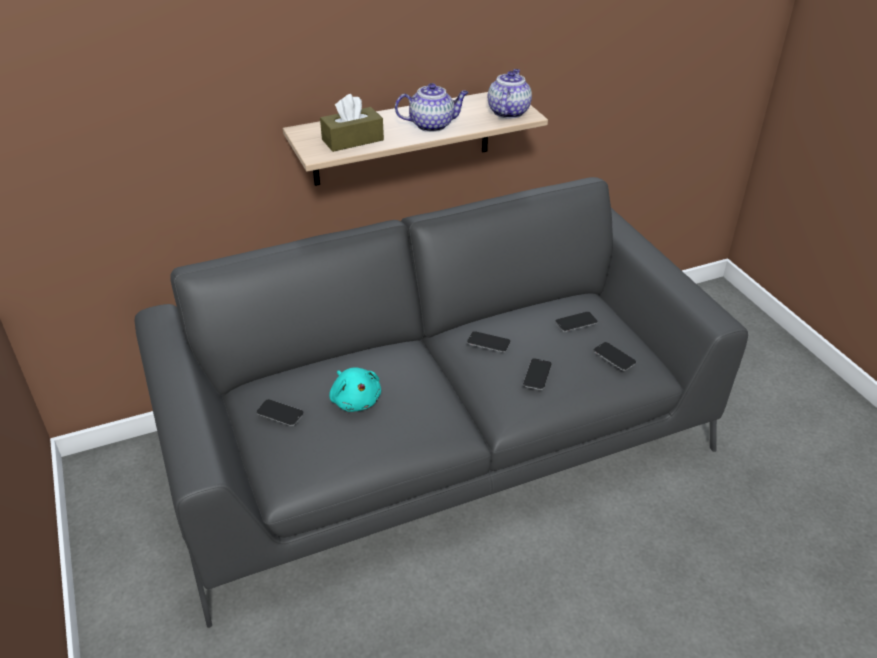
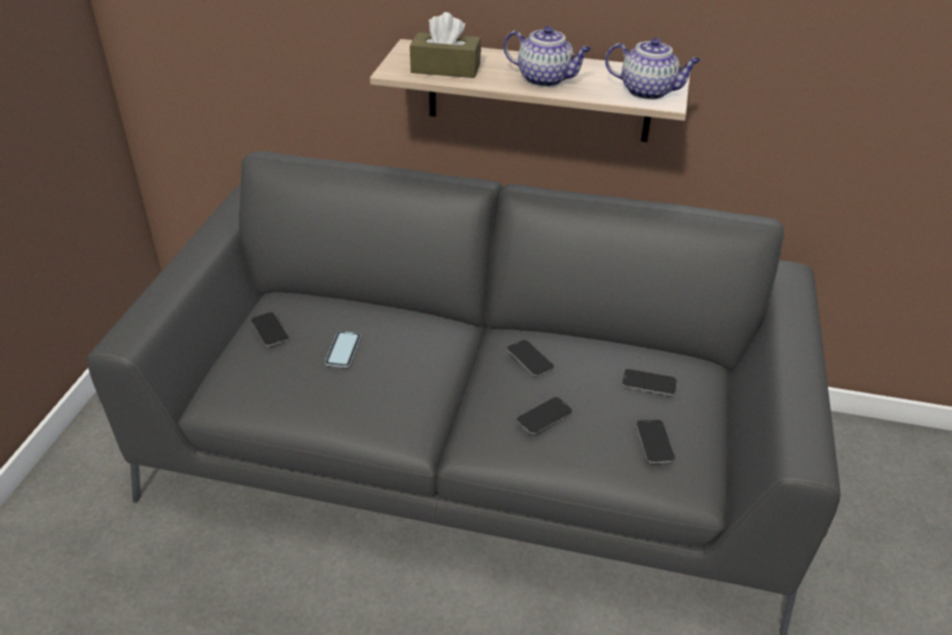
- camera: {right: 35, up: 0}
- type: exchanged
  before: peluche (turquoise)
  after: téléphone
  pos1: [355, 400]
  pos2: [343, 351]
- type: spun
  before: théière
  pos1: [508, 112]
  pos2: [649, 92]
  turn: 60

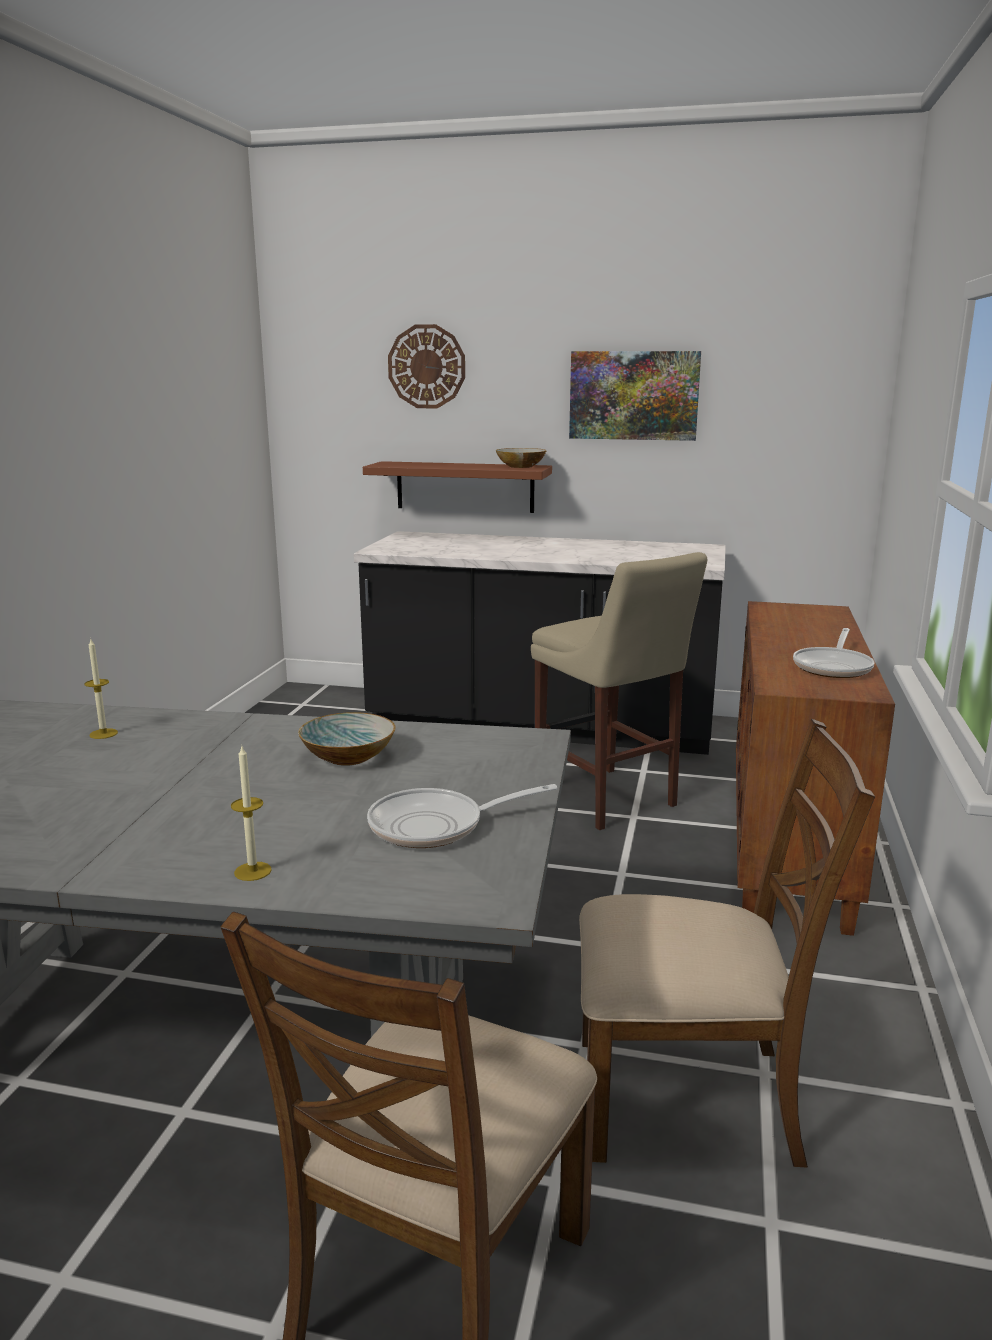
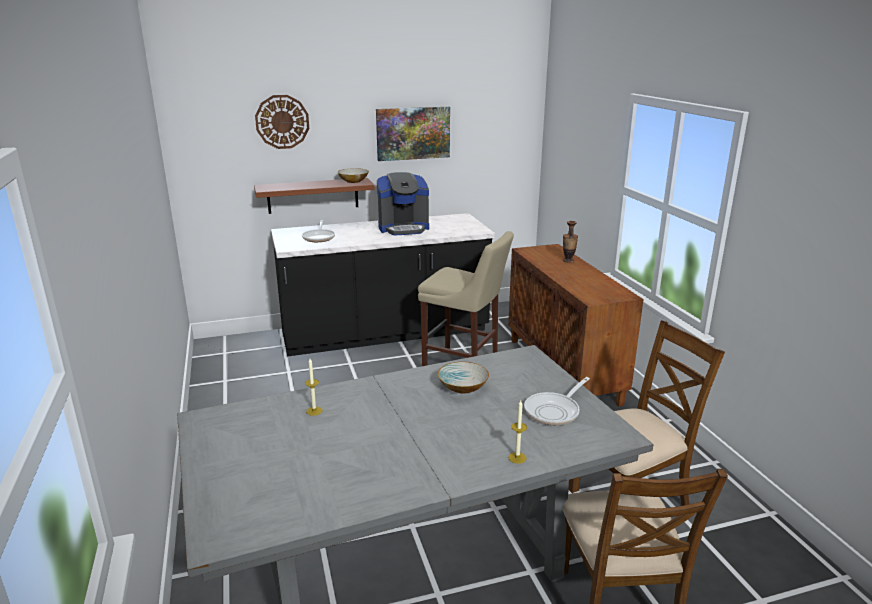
- camera: {right: -30, up: 5}
- type: relocated
  before: poêle
  pos1: [833, 667]
  pos2: [319, 237]
- type: appeared
  after: machine à café
  pos2: [403, 228]
- type: appeared
  after: vase
  pos2: [568, 261]

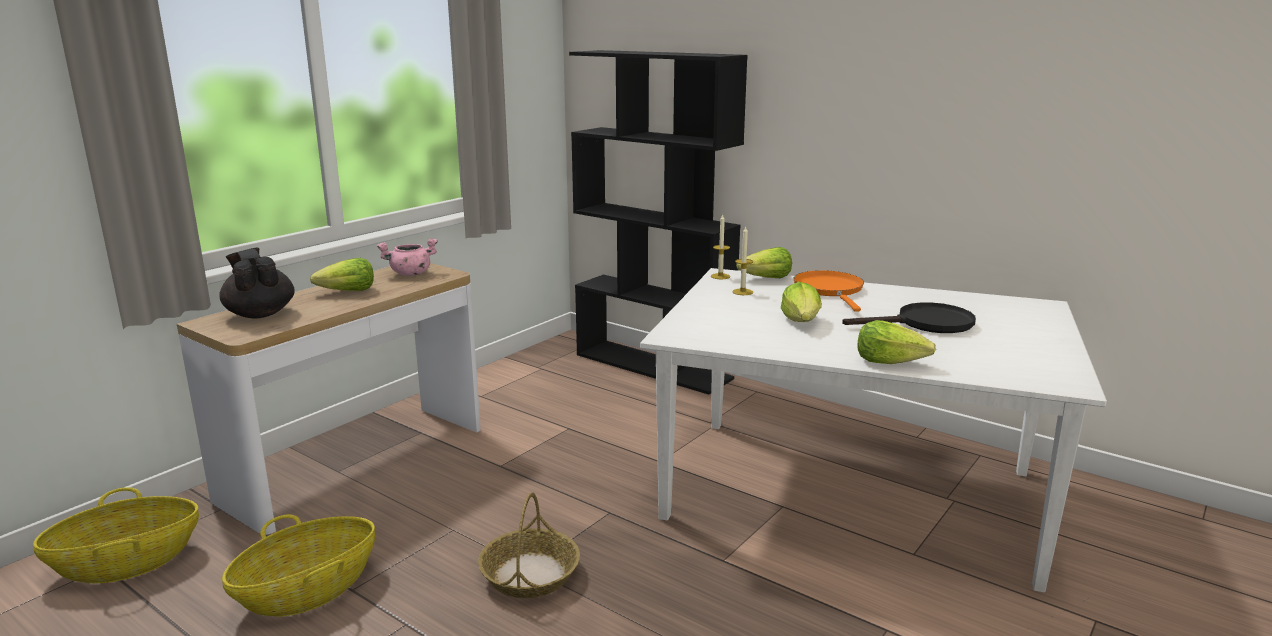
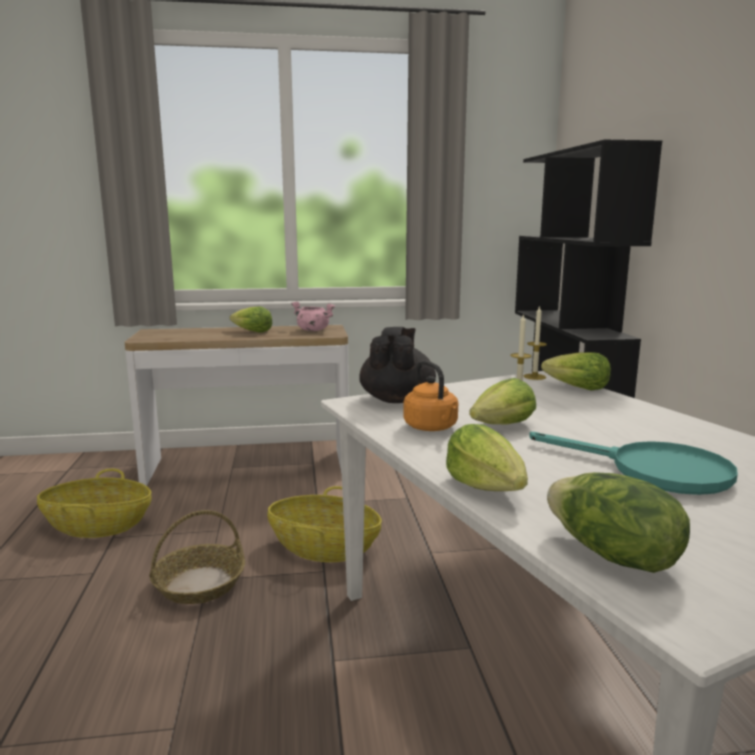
- camera: {right: 45, up: -5}
- type: relocated
  before: panier
  pos1: [127, 563]
  pos2: [324, 548]
- type: relocated
  before: théière (noir)
  pos1: [260, 314]
  pos2: [397, 399]
- type: missing
  before: poêle (orange)
  pos1: [830, 290]
- type: colour
  before: poêle (noir)
  after: poêle (turquoise)
  pos1: [925, 324]
  pos2: [653, 471]
- type: appeared
  after: bouilloire (orange)
  pos2: [432, 428]
- type: appeared
  after: laitue
  pos2: [612, 555]

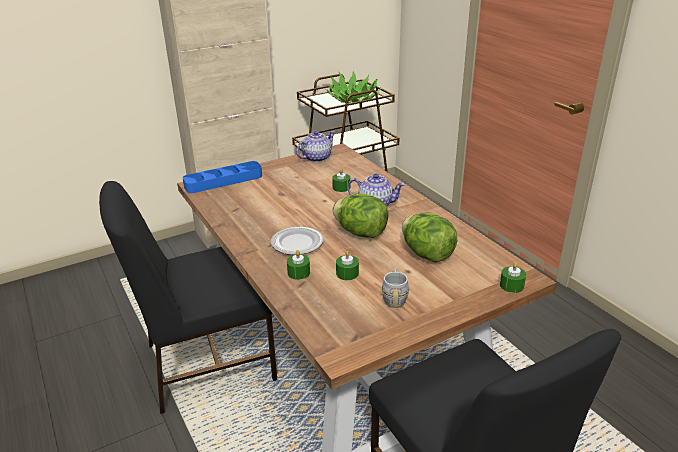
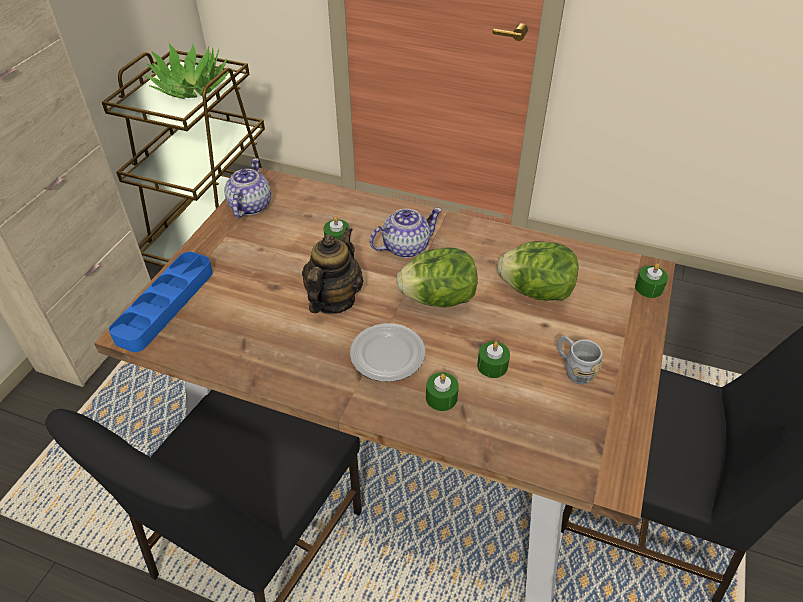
- camera: {right: -40, up: 15}
- type: appeared
  after: théière
  pos2: [333, 300]

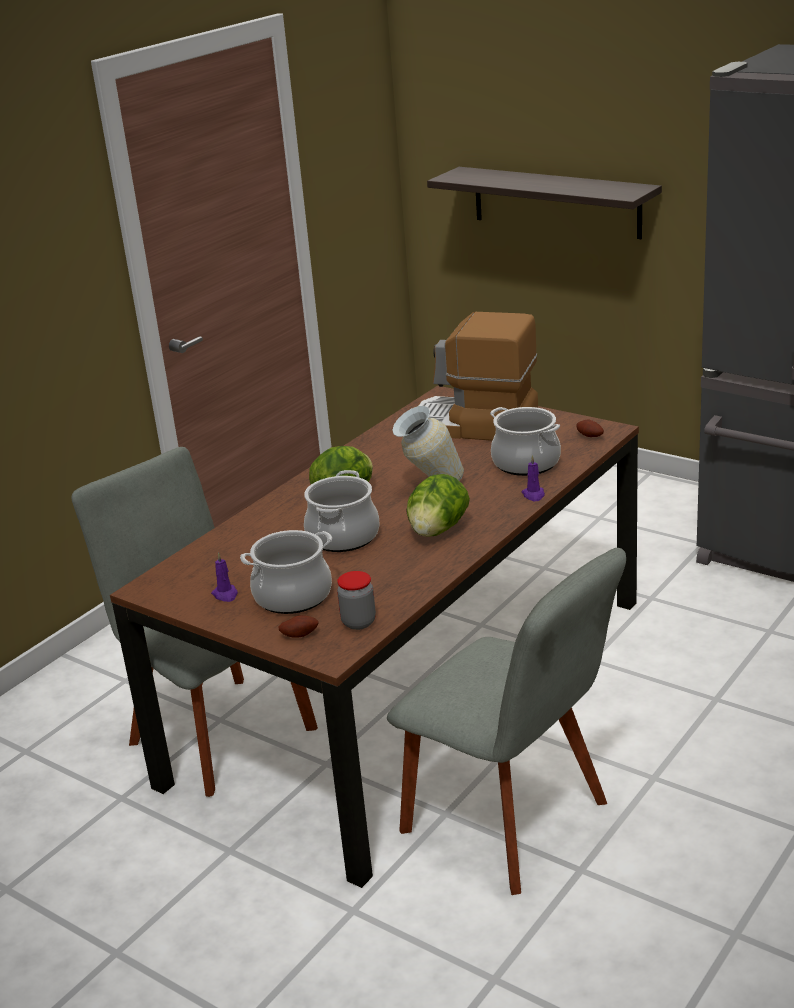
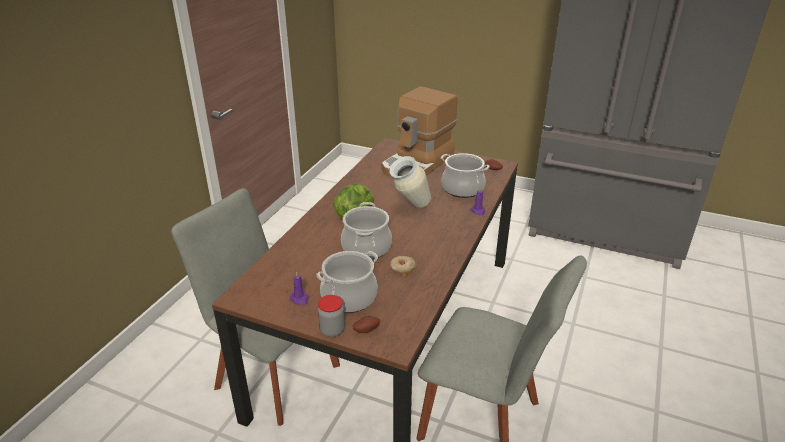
- camera: {right: -15, up: 5}
- type: relocated
  before: bocal
  pos1: [358, 622]
  pos2: [332, 330]
- type: missing
  before: laitue
  pos1: [437, 531]
- type: spun
  before: machine à café
  pos1: [474, 425]
  pos2: [418, 164]
  turn: -60
- type: missing
  before: étagère
  pos1: [556, 202]
- type: appeared
  after: beignet
  pos2: [402, 269]

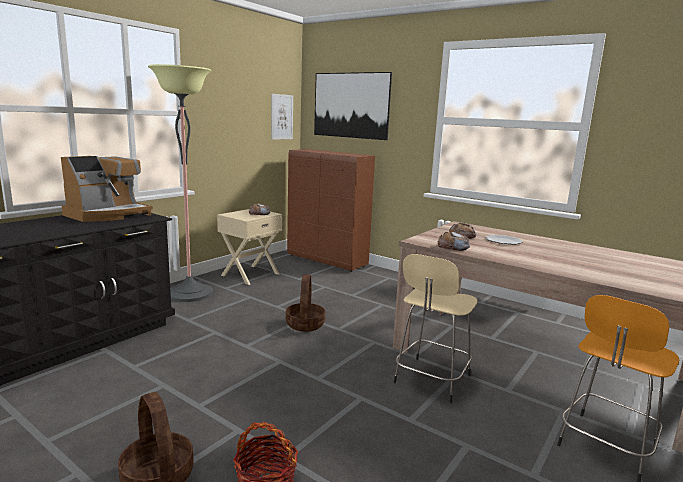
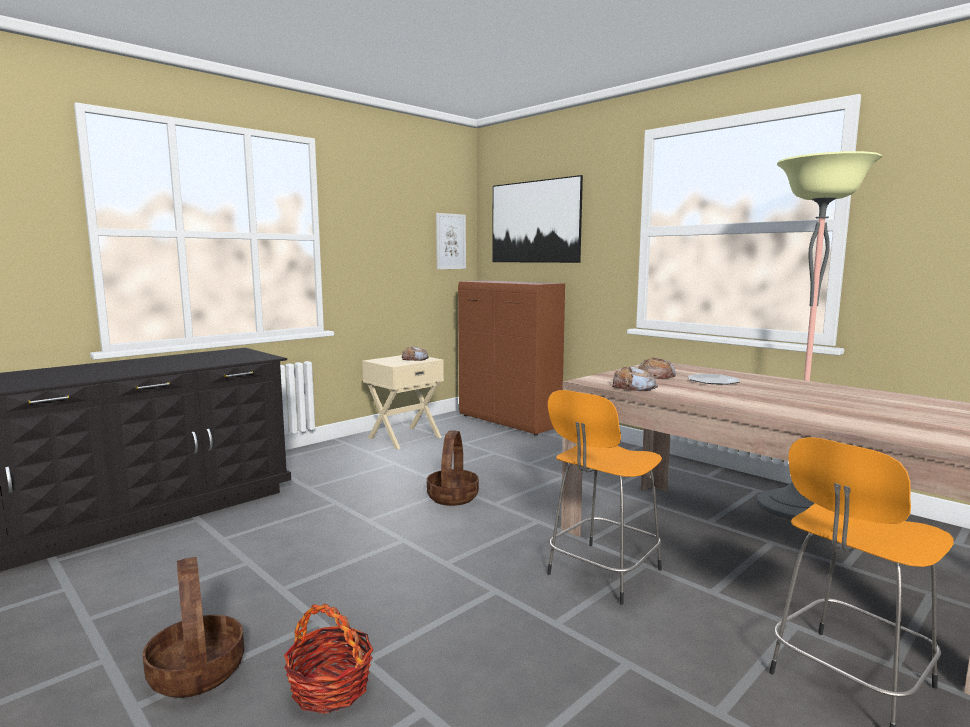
- camera: {right: 10, up: -5}
- type: missing
  before: machine à café
  pos1: [108, 215]
- type: relocated
  before: lampadaire
  pos1: [189, 293]
  pos2: [794, 507]
- type: colour
  before: tabouret (beige)
  after: tabouret (orange)
  pos1: [431, 380]
  pos2: [602, 573]

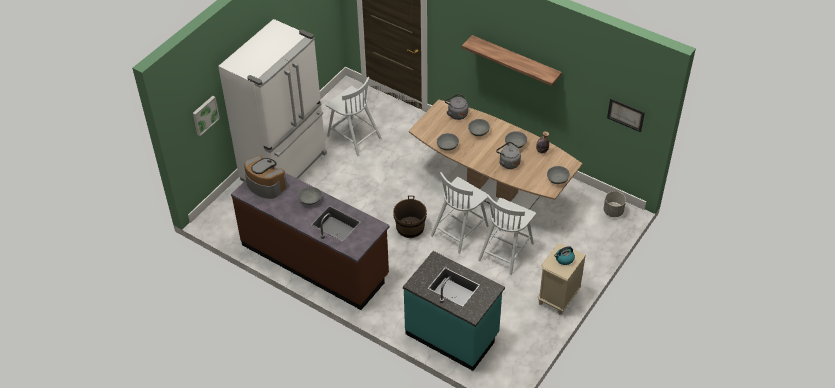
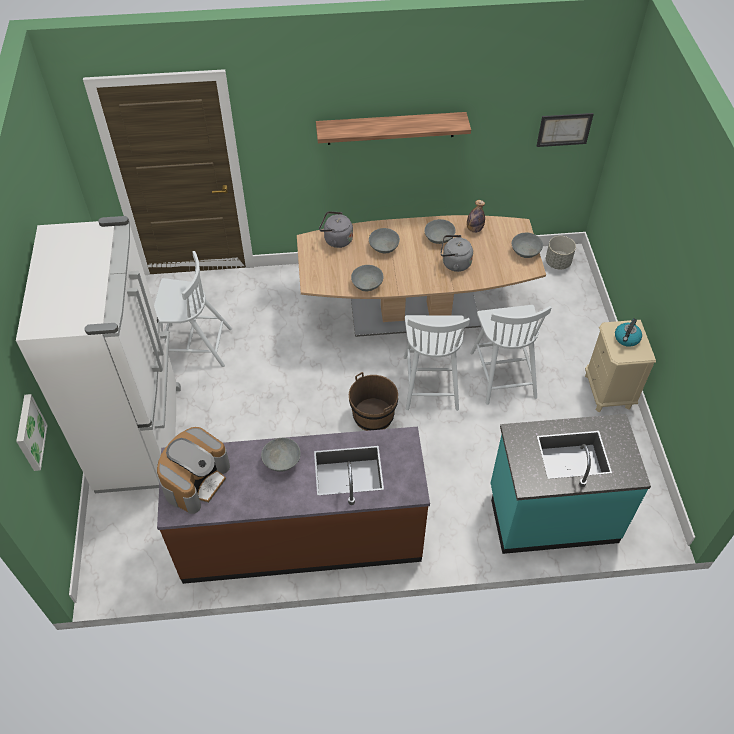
- camera: {right: -40, up: 5}
- type: spun
  before: machine à café
  pos1: [265, 185]
  pos2: [196, 480]
  turn: 120

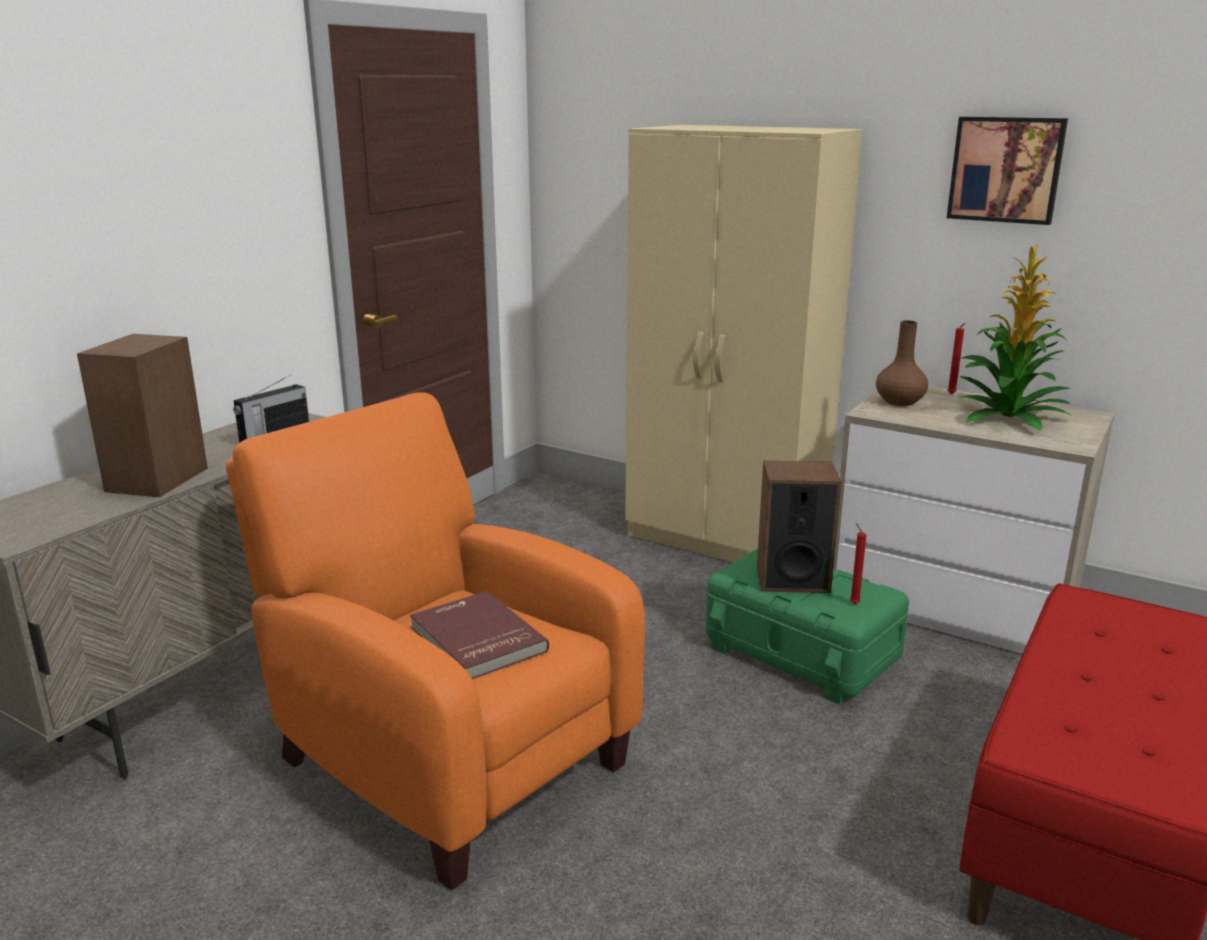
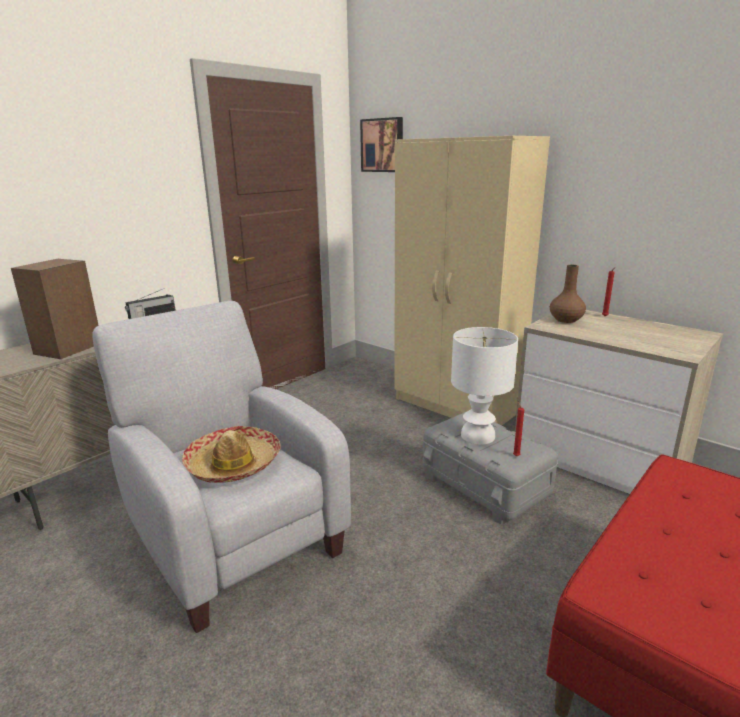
- camera: {right: 10, up: 0}
- type: colour
  before: fauteuil (orange)
  after: fauteuil (gris)
  pos1: [445, 756]
  pos2: [231, 535]
- type: exchanged
  before: livre (rouge)
  after: chapeau
  pos1: [475, 640]
  pos2: [233, 464]
- type: colour
  before: boîte de rangement (vert)
  after: boîte de rangement (gris)
  pos1: [800, 653]
  pos2: [484, 485]
- type: exchanged
  before: enceinte
  after: lampe de table (blanc)
  pos1: [792, 579]
  pos2: [478, 435]
- type: relocated
  before: tableau
  pos1: [1006, 169]
  pos2: [383, 145]
- type: missing
  before: plante en pot
  pos1: [1009, 418]

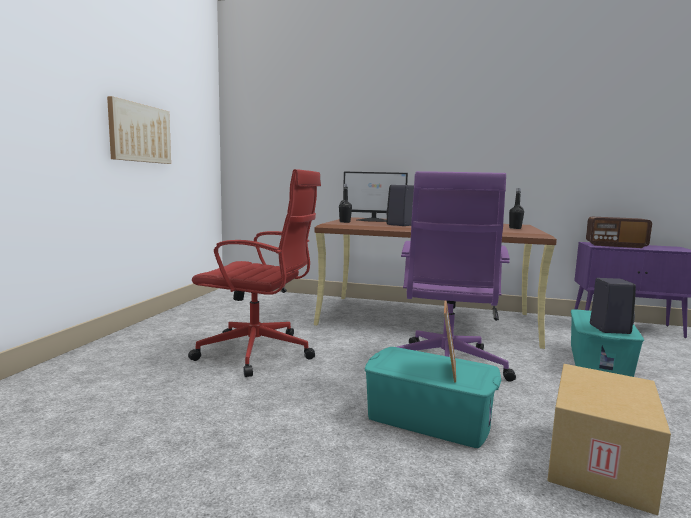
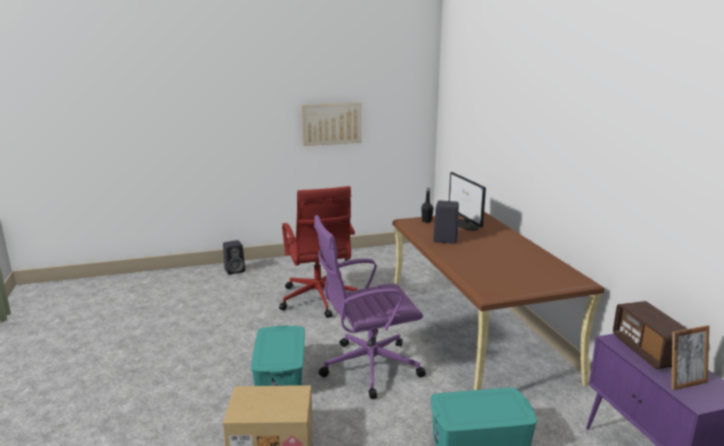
- camera: {right: 60, up: 10}
- type: relocated
  before: cadre photo
  pos1: [447, 371]
  pos2: [684, 382]
- type: missing
  before: bouteille (noir)
  pos1: [515, 228]
- type: relocated
  before: enceinte (noir)
  pos1: [608, 328]
  pos2: [235, 270]

